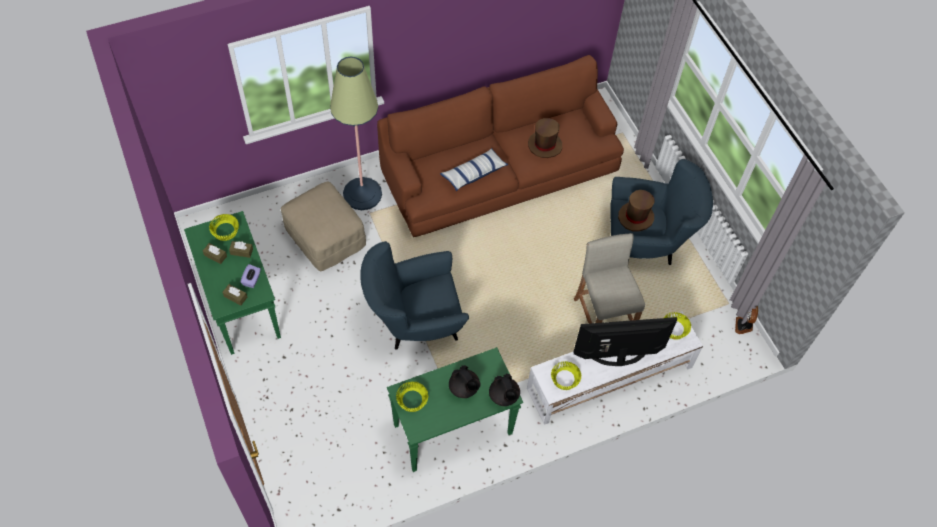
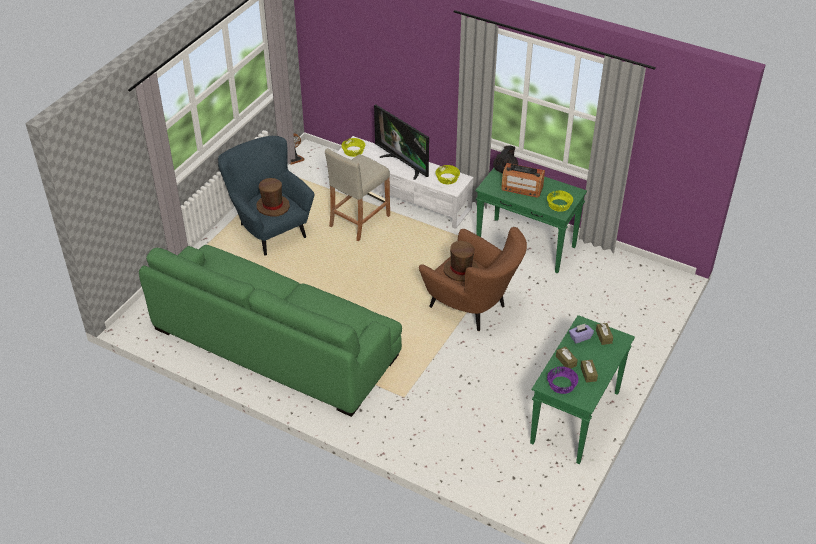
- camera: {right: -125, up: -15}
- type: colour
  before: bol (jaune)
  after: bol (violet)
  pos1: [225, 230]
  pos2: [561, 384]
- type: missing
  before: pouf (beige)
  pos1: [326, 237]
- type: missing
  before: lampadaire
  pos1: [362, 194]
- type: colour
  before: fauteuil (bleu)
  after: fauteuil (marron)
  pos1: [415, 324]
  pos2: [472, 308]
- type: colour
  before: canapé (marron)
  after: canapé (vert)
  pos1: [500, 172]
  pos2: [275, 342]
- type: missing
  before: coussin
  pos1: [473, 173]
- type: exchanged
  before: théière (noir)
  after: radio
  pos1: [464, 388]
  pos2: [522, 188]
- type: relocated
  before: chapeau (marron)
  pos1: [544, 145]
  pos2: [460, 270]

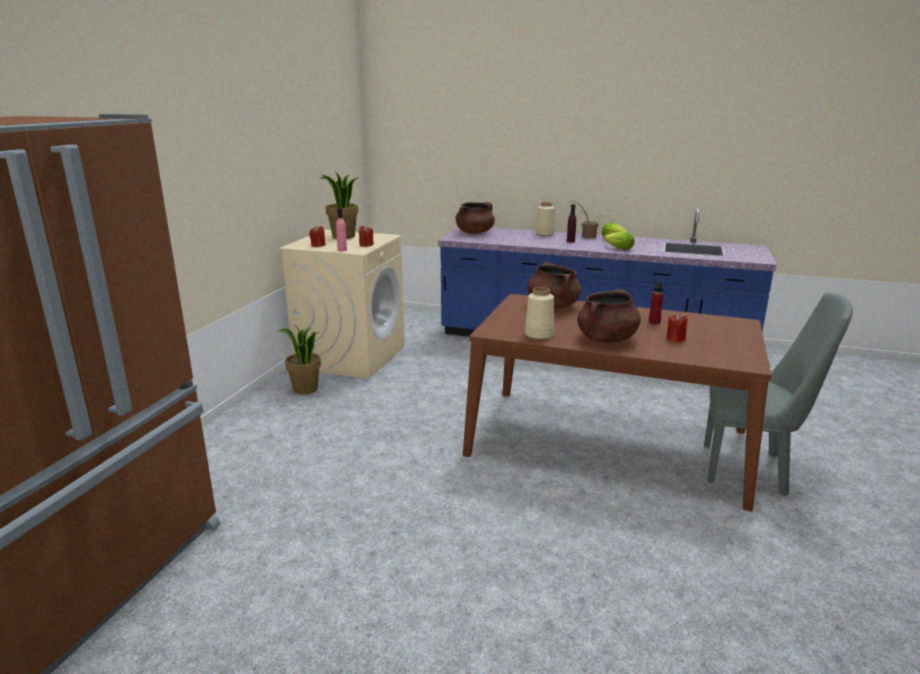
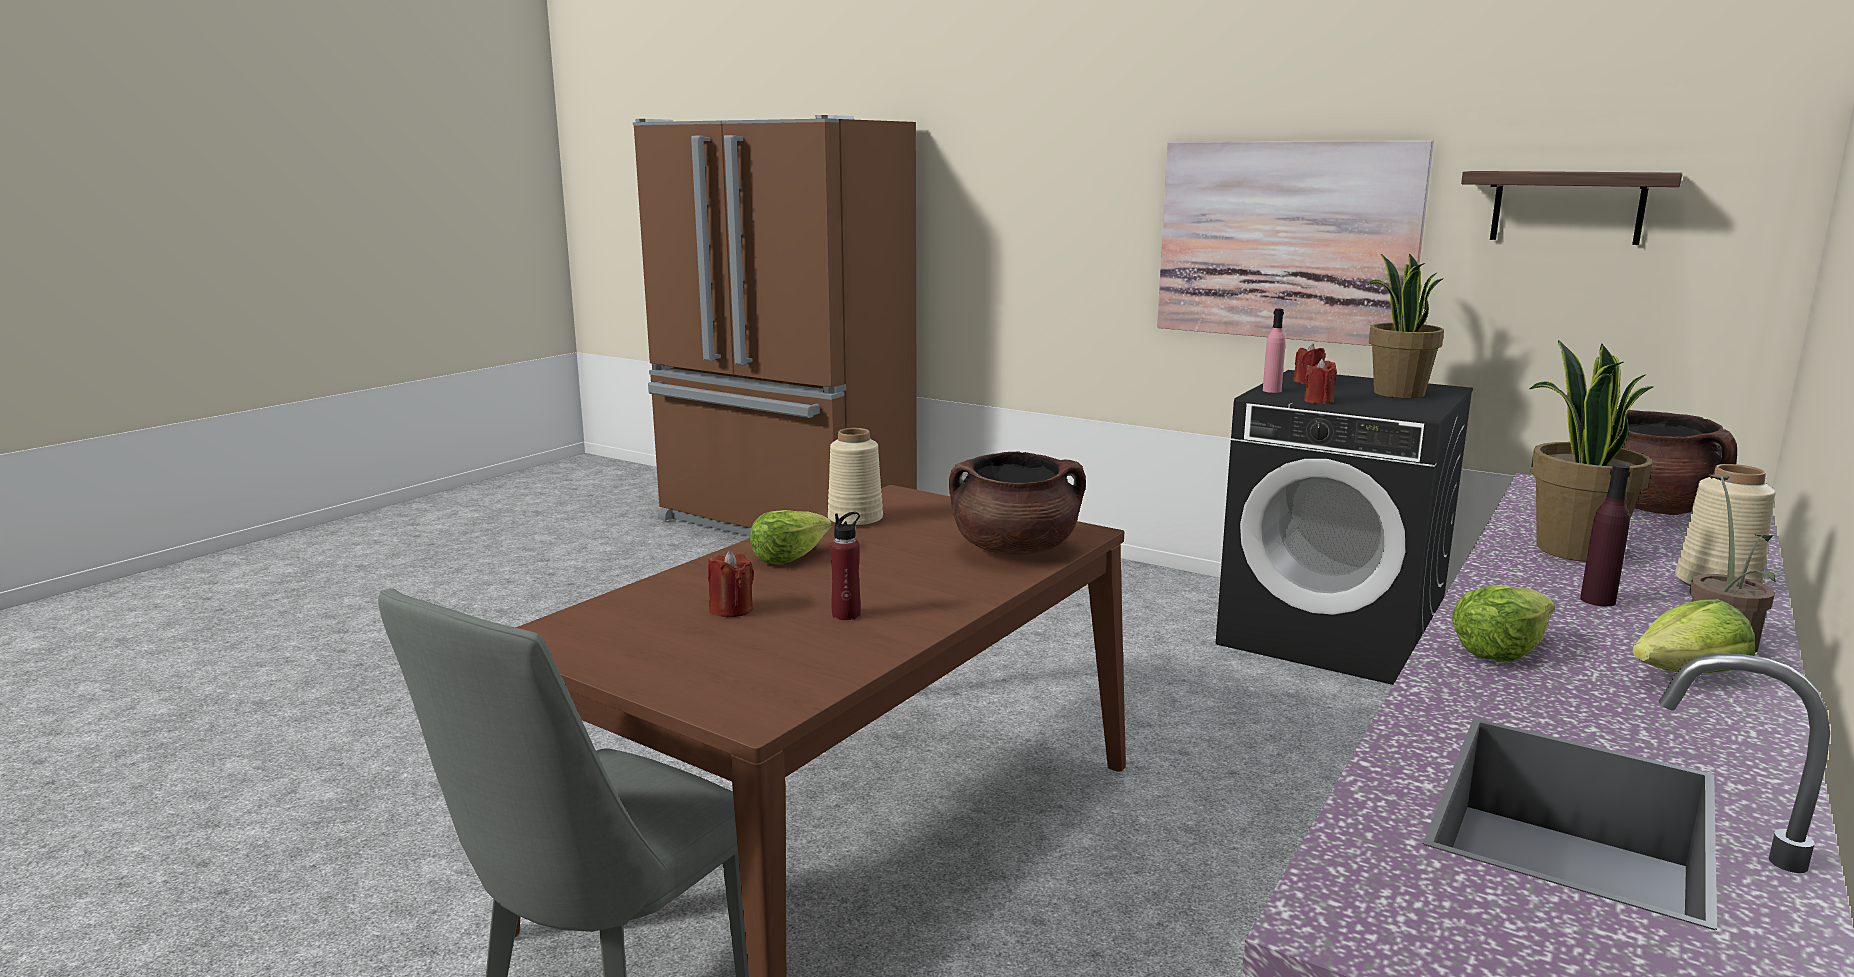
- camera: {right: 105, up: -5}
- type: relocated
  before: plante en pot
  pos1: [305, 389]
  pos2: [1574, 550]
- type: colour
  before: lave-linge (beige)
  after: lave-linge (noir)
  pos1: [351, 356]
  pos2: [1332, 636]
- type: exchanged
  before: marmite (marron)
  after: laitue
  pos1: [606, 339]
  pos2: [788, 557]
- type: appeared
  after: tableau
  pos2: [1286, 241]
- type: appeared
  after: étagère
  pos2: [1567, 207]

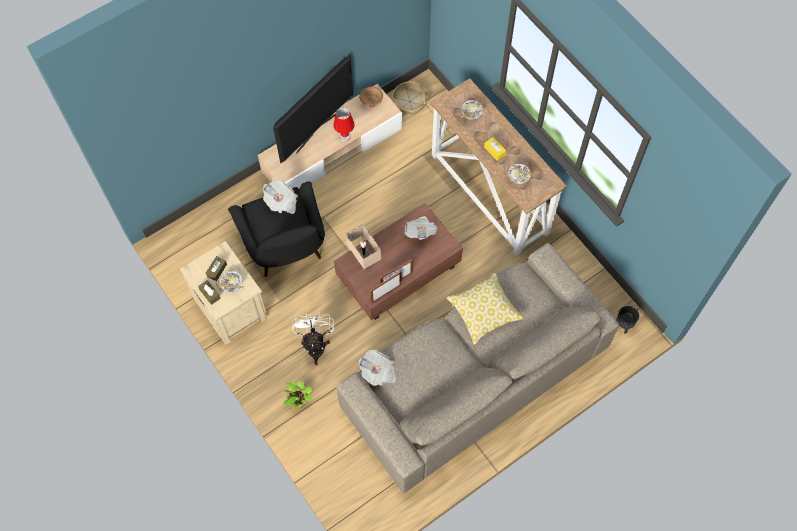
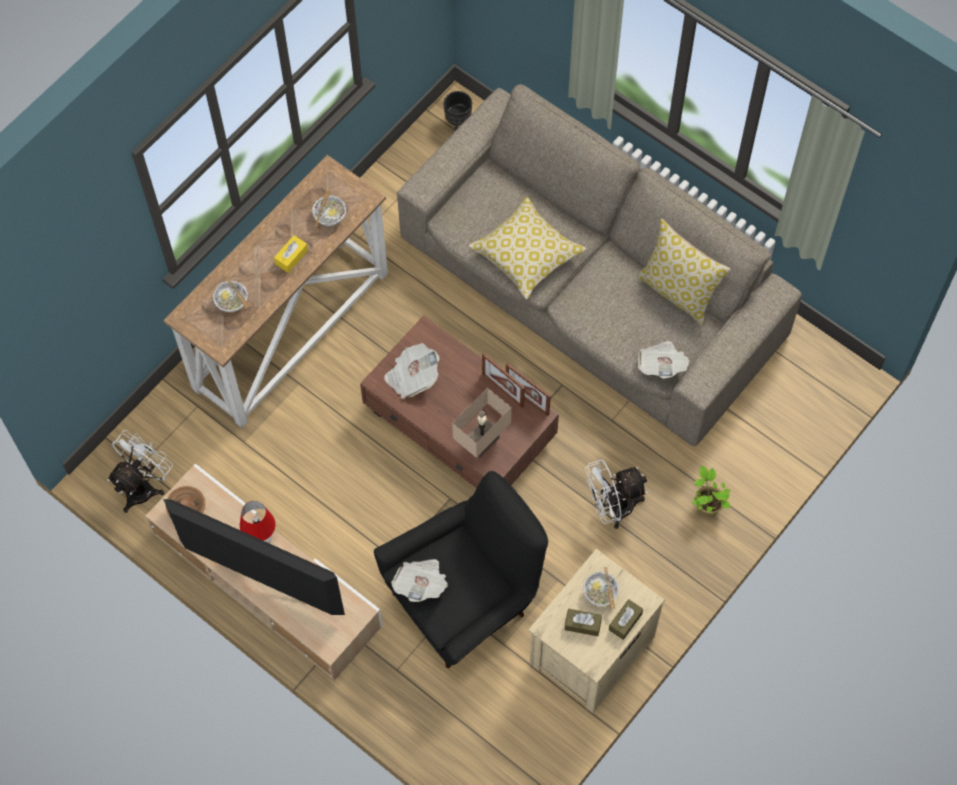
- camera: {right: -105, up: 0}
- type: exchanged
  before: panier
  after: ventilateur (blanc)
  pos1: [409, 101]
  pos2: [144, 486]
- type: appeared
  after: coussin
  pos2: [678, 292]

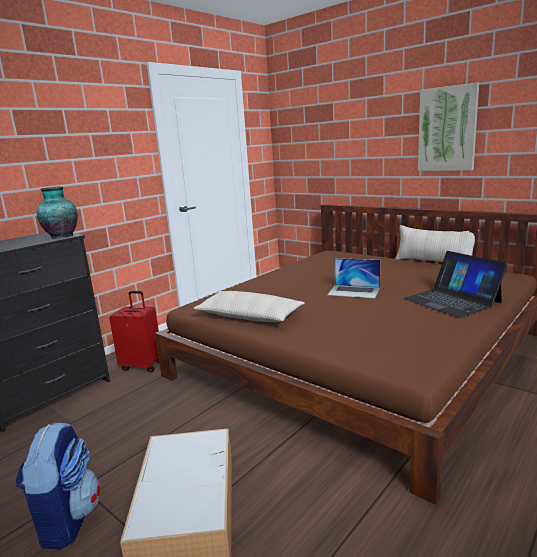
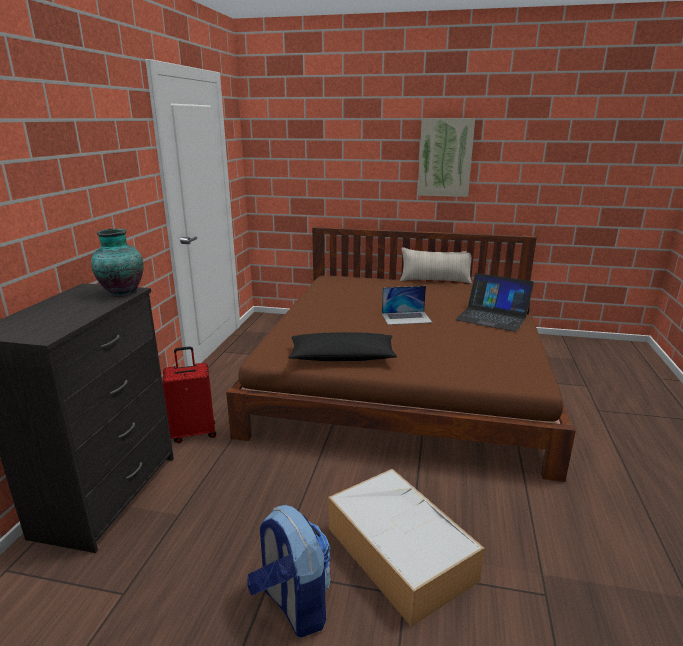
- camera: {right: -30, up: 5}
- type: colour
  before: coussin (beige)
  after: coussin (noir)
  pos1: [249, 316]
  pos2: [342, 357]

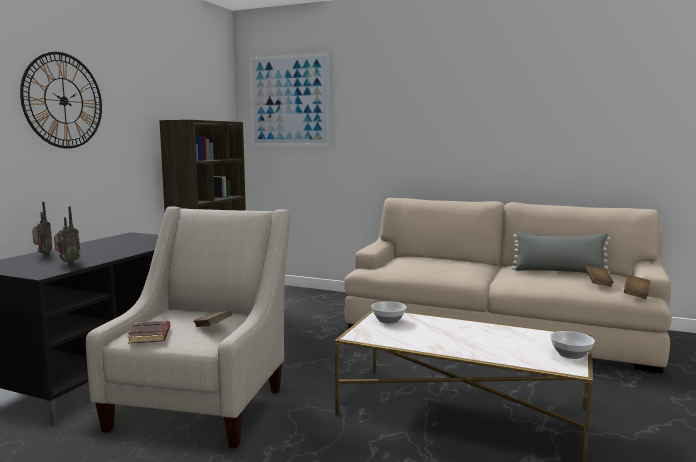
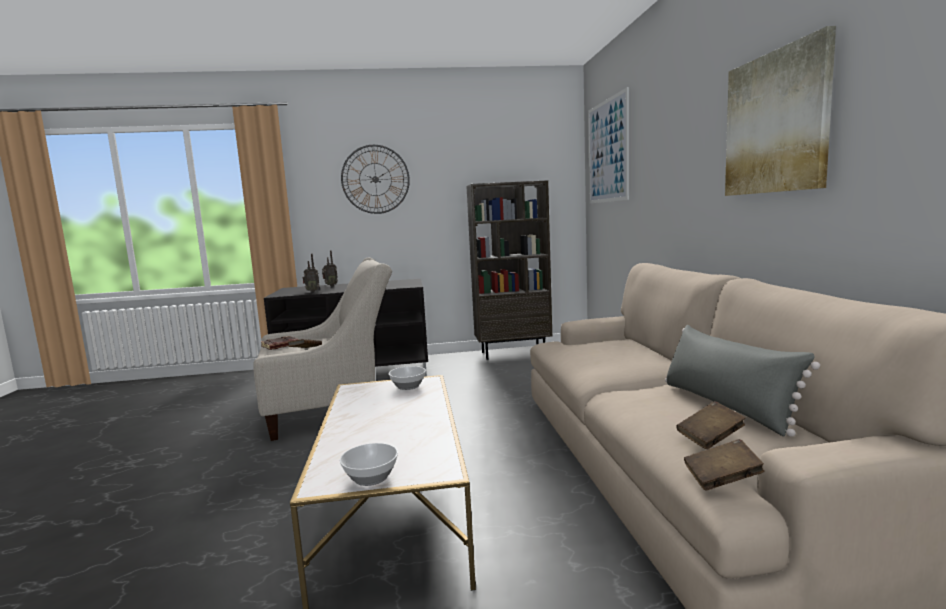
- camera: {right: 60, up: 0}
- type: appeared
  after: tableau
  pos2: [776, 123]

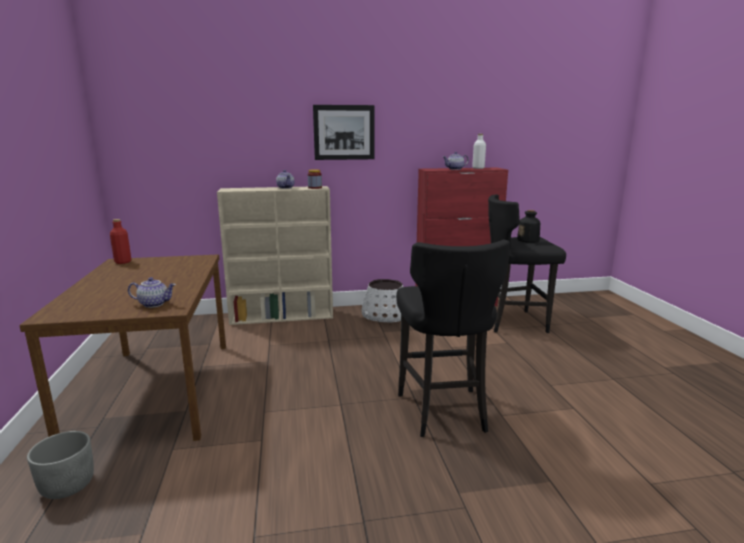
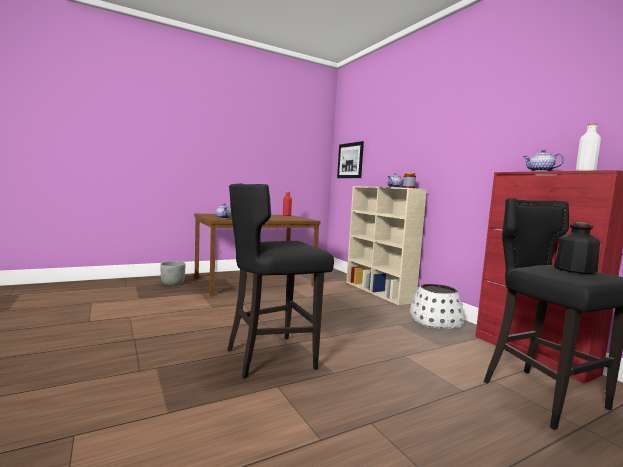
- camera: {right: 70, up: -10}
- type: relocated
  before: tableau
  pos1: [344, 132]
  pos2: [350, 160]

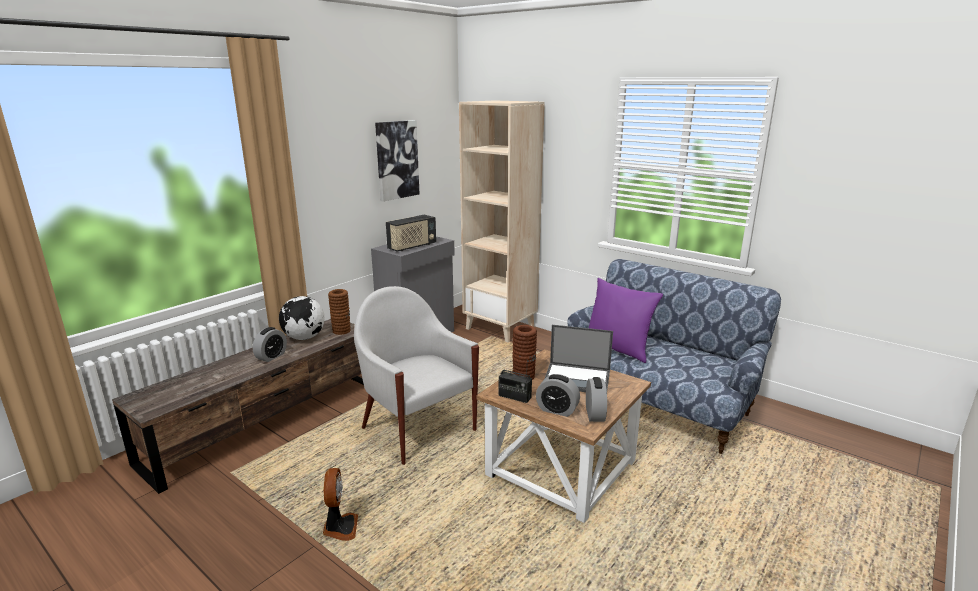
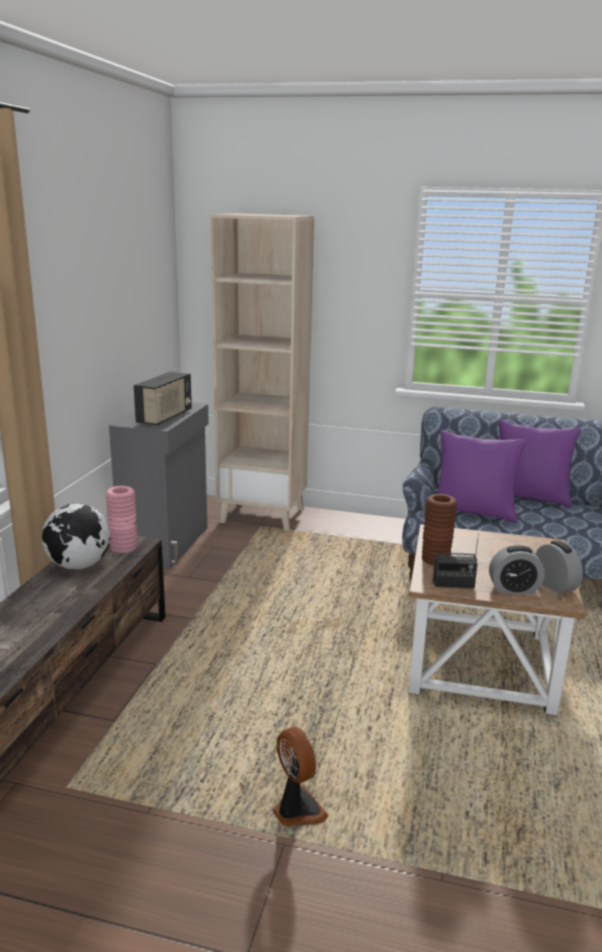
- camera: {right: -25, up: 0}
- type: missing
  before: réveil
  pos1: [271, 356]
- type: colour
  before: vase (marron)
  after: vase (rose)
  pos1: [341, 331]
  pos2: [123, 547]
- type: missing
  before: fauteuil (blanc)
  pos1: [417, 428]
- type: missing
  before: tableau
  pos1: [396, 160]
- type: missing
  before: ordinateur portable
  pos1: [578, 378]
- type: appeared
  after: coussin (violet)
  pos2: [529, 498]

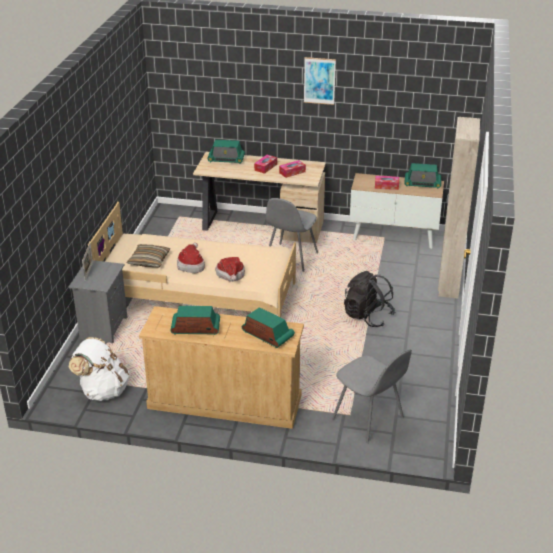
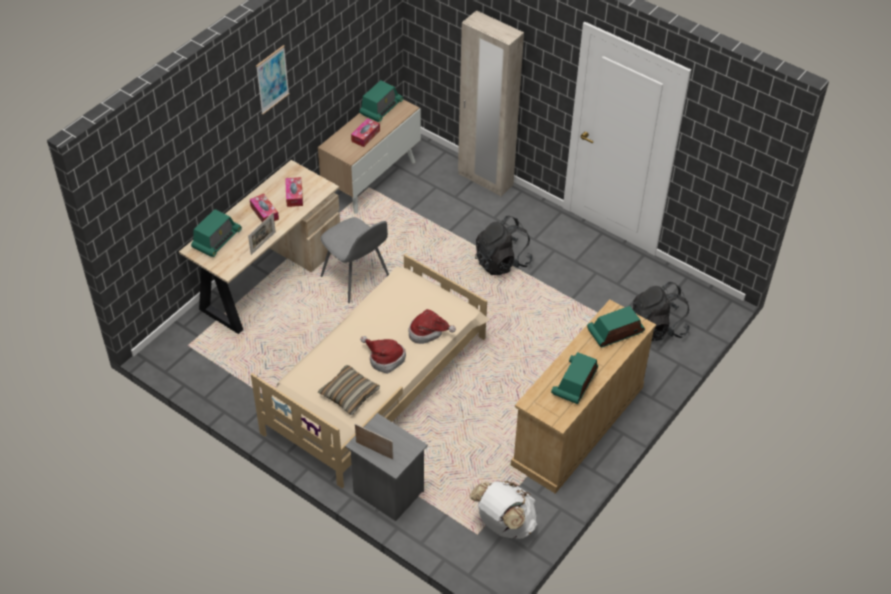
- camera: {right: -65, up: 15}
- type: exchanged
  before: chaise (gris)
  after: sac à dos (noir)
  pos1: [369, 419]
  pos2: [657, 328]
- type: appeared
  after: cadre photo
  pos2: [263, 243]

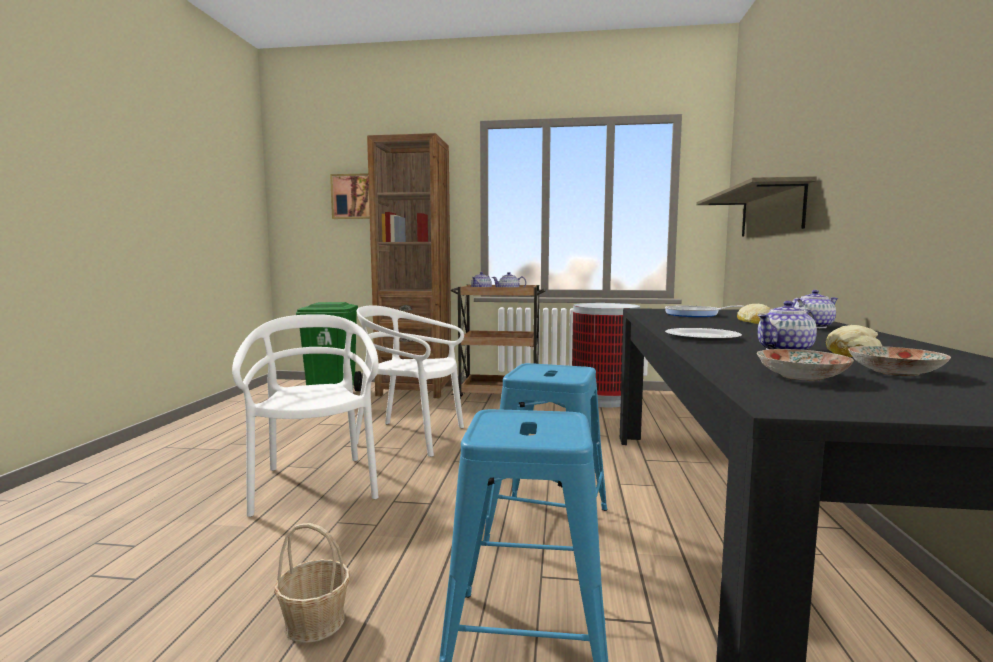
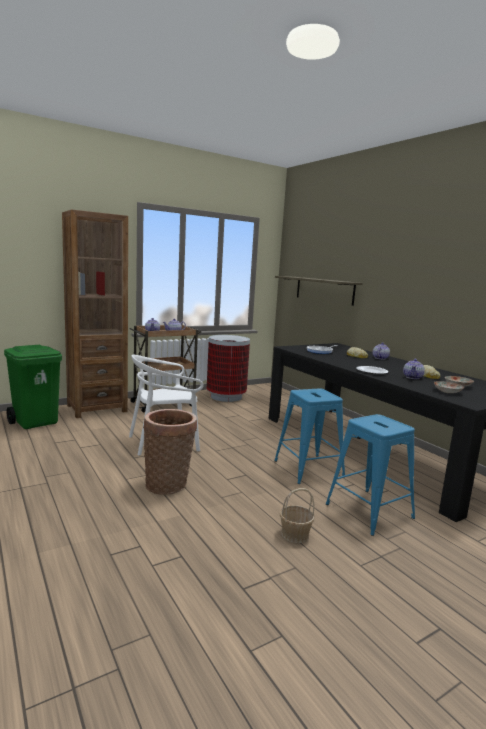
- camera: {right: -40, up: 5}
- type: exchanged
  before: chaise (blanc)
  after: panier
  pos1: [315, 485]
  pos2: [169, 484]
- type: missing
  before: tableau
  pos1: [354, 196]

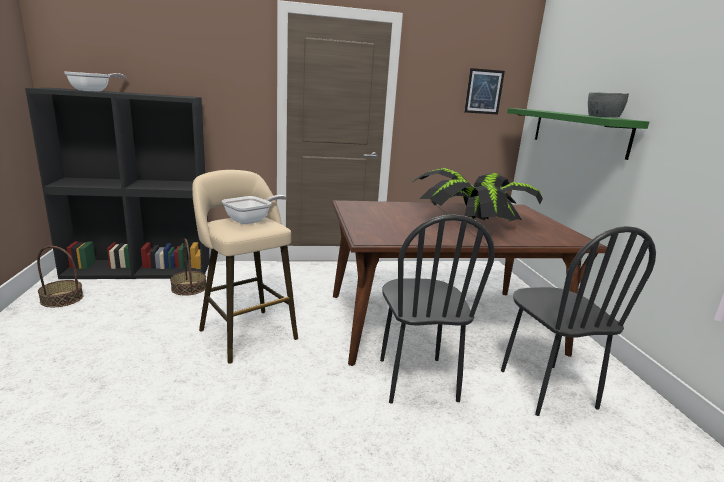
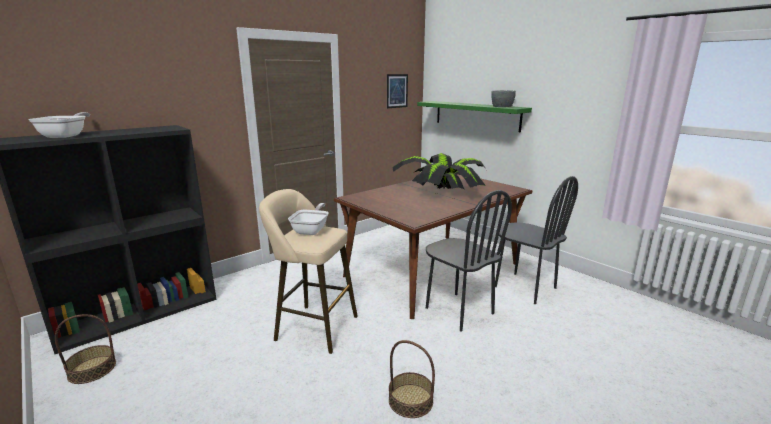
- camera: {right: -30, up: 0}
- type: relocated
  before: panier
  pos1: [189, 288]
  pos2: [410, 400]

